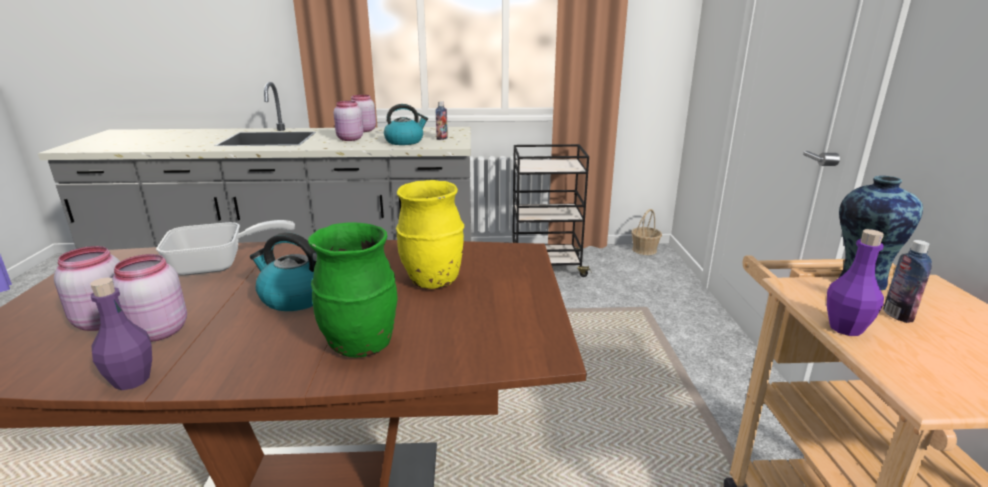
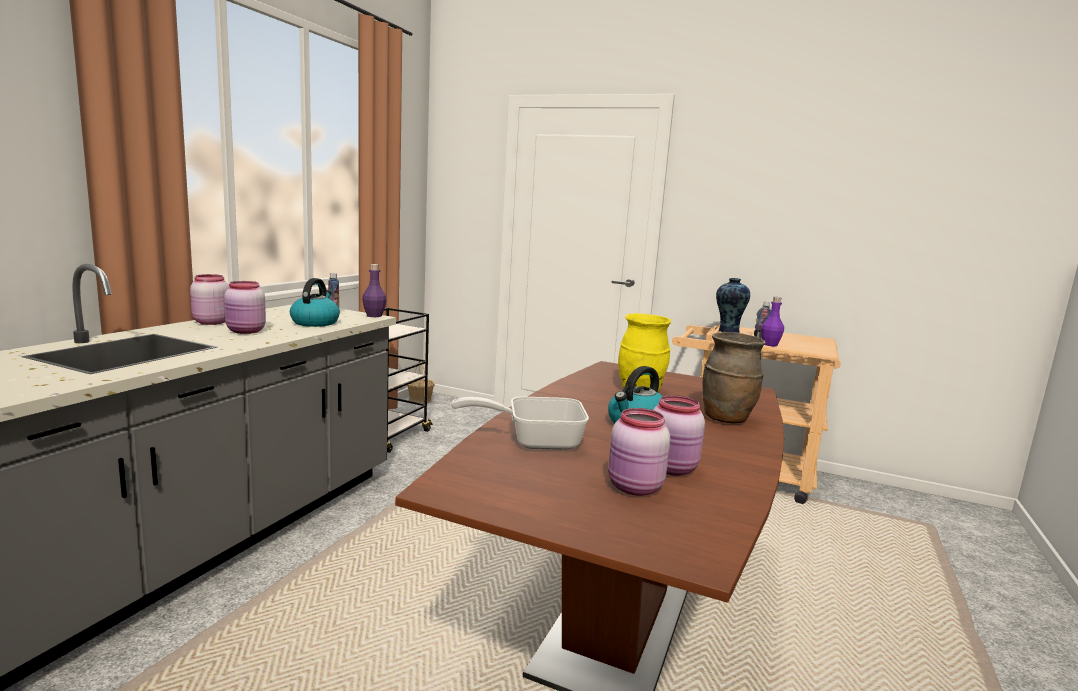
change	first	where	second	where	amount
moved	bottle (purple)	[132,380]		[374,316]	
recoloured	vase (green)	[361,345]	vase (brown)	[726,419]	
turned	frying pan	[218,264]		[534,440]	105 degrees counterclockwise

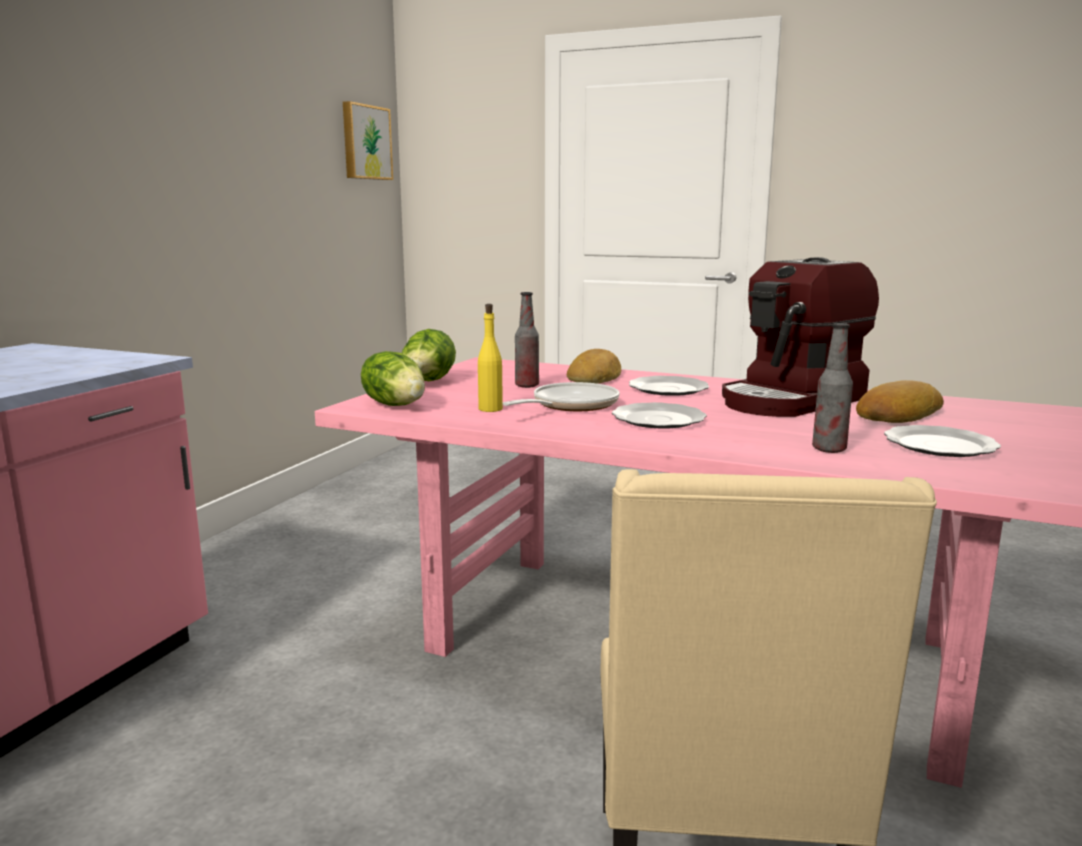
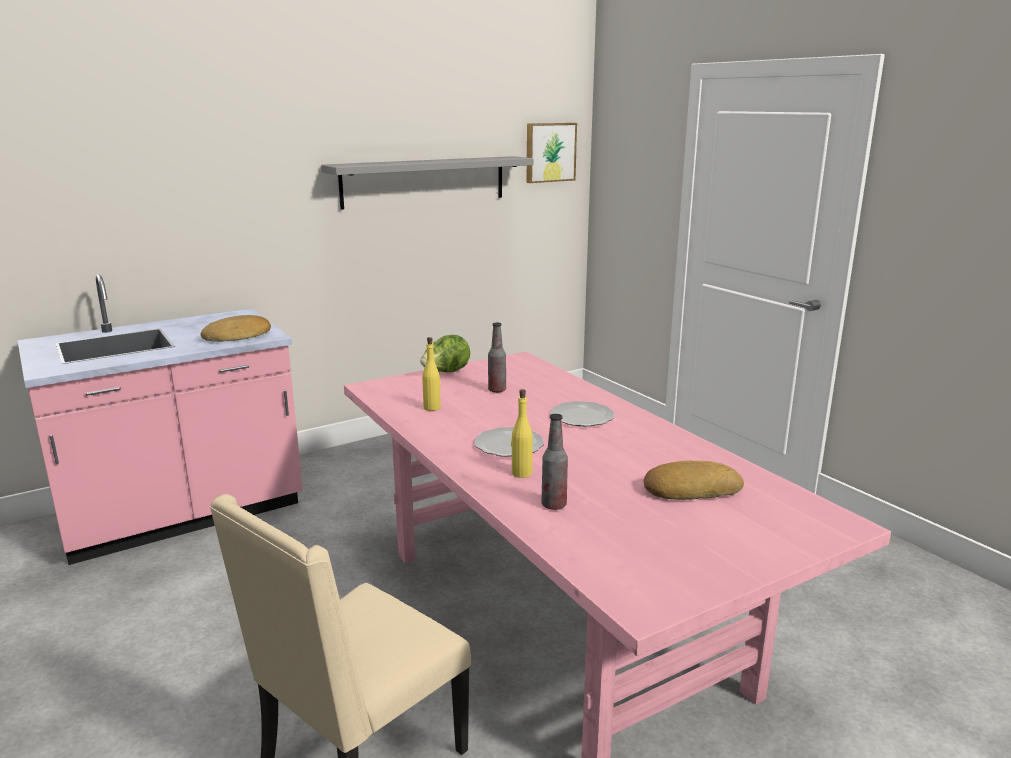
change	first	where	second	where	amount
removed	lettuce	[396,404]			
removed	frying pan	[570,405]			
removed	coffee machine	[792,401]			
removed	plate	[940,446]			
added			shelf (grey)	[424,181]	
added			bottle (yellow)	[521,473]	
moved	bread	[595,377]		[238,336]	

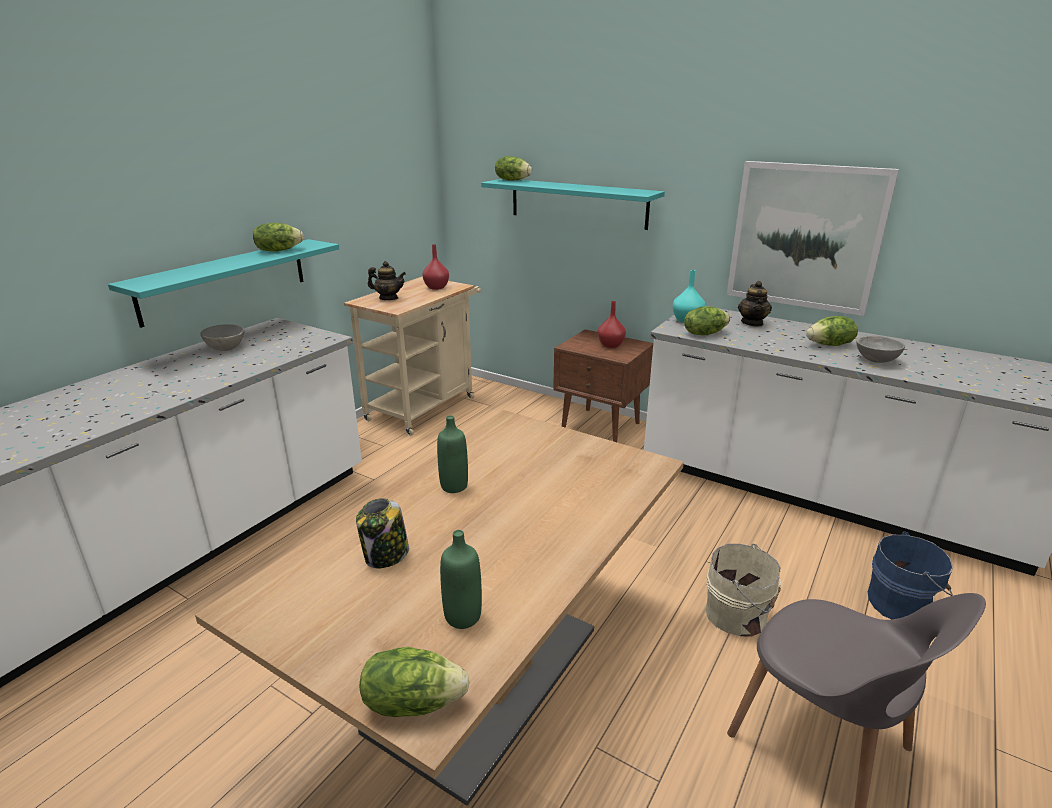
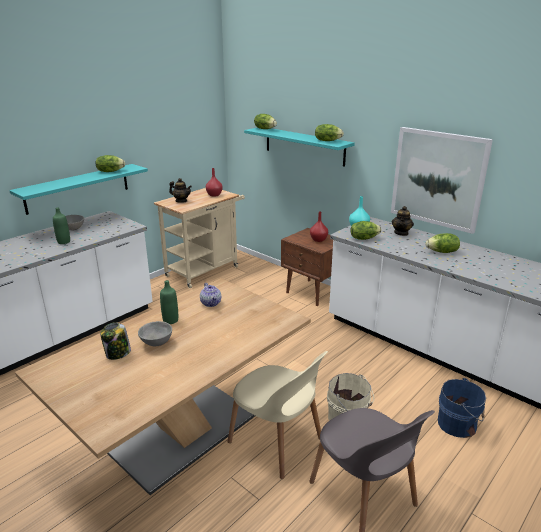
change	first	where	second	where	amount
added			teapot	[211,303]	
added			chair (beige)	[277,442]	
moved	lettuce	[413,702]		[327,141]	
moved	bottle (green)	[462,617]		[64,242]	
moved	bowl (grey)	[876,361]		[156,343]	

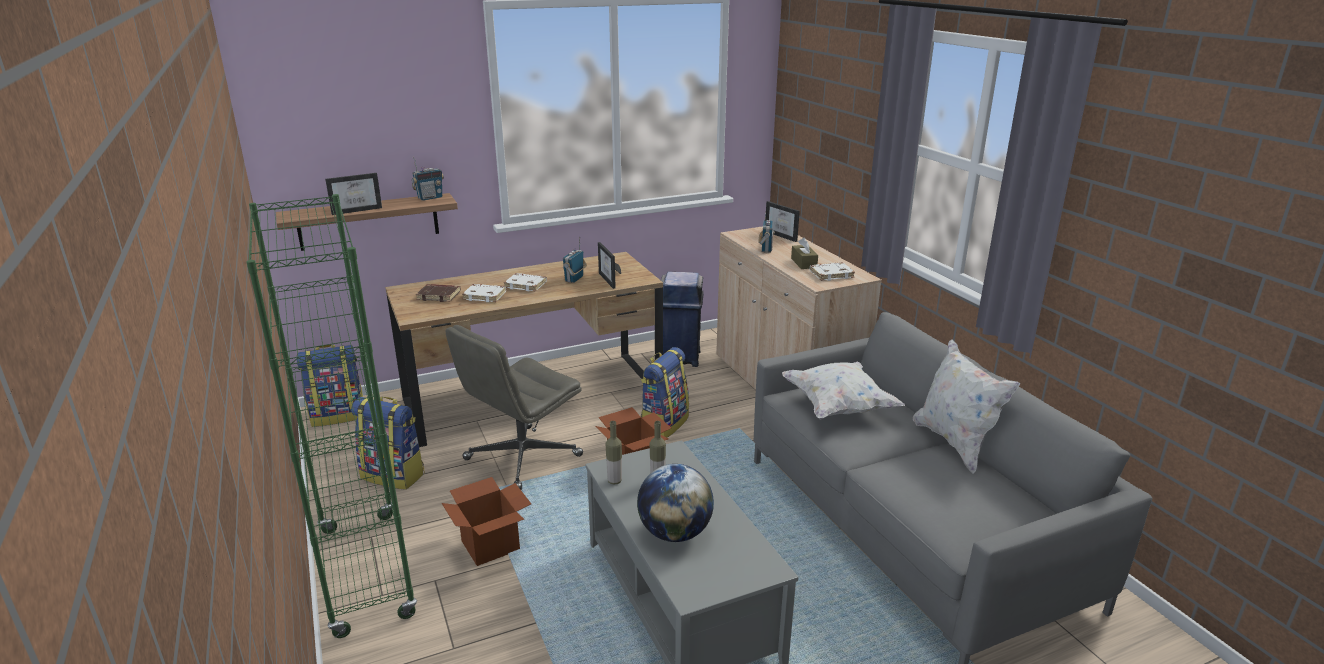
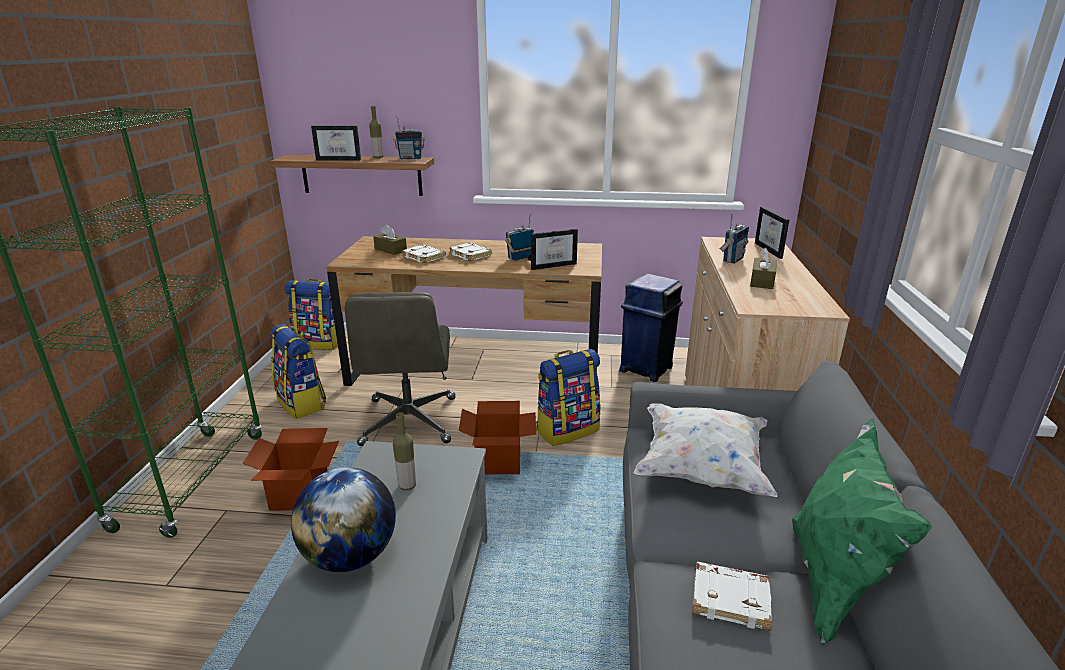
change	first	where	second	where	amount
moved	bottle	[614,481]		[378,157]	
moved	book (white)	[831,274]		[731,598]	
replaced	book (brown)	[439,296]	tissue box (brown)	[390,250]	
recoloured	pillow (white)	[954,443]	pillow (green)	[833,581]	
turned	office chair (grey)	[522,458]		[409,422]	75 degrees counterclockwise
turned	picture frame	[611,280]		[552,265]	120 degrees counterclockwise

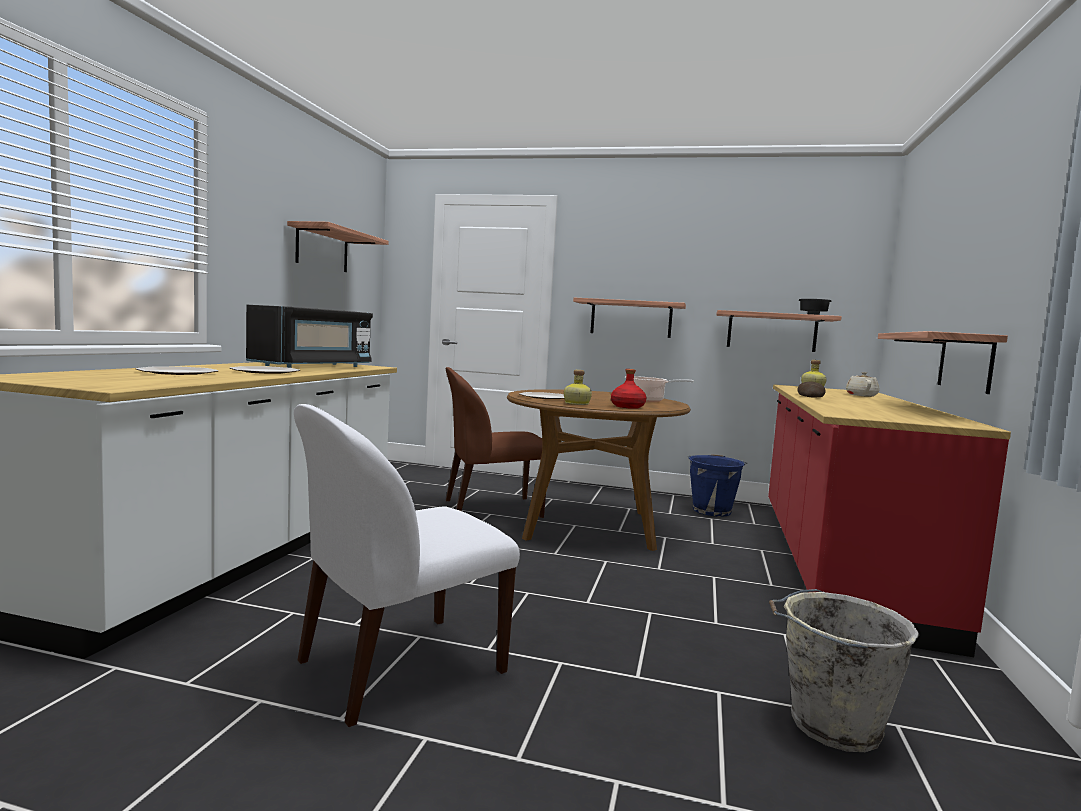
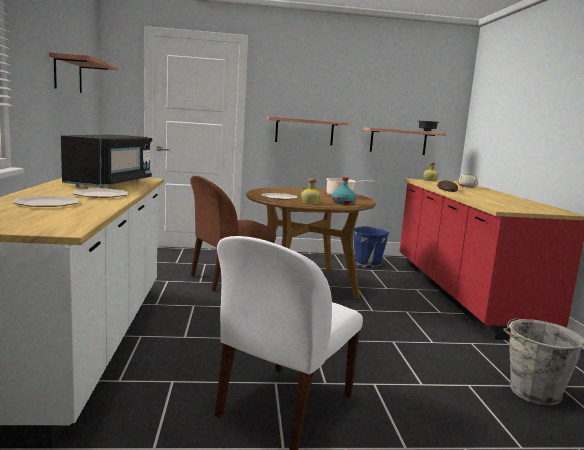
change	first	where	second	where	amount
removed	shelf	[965,362]			
recoloured	bottle (red)	[628,407]	bottle (turquoise)	[343,203]	

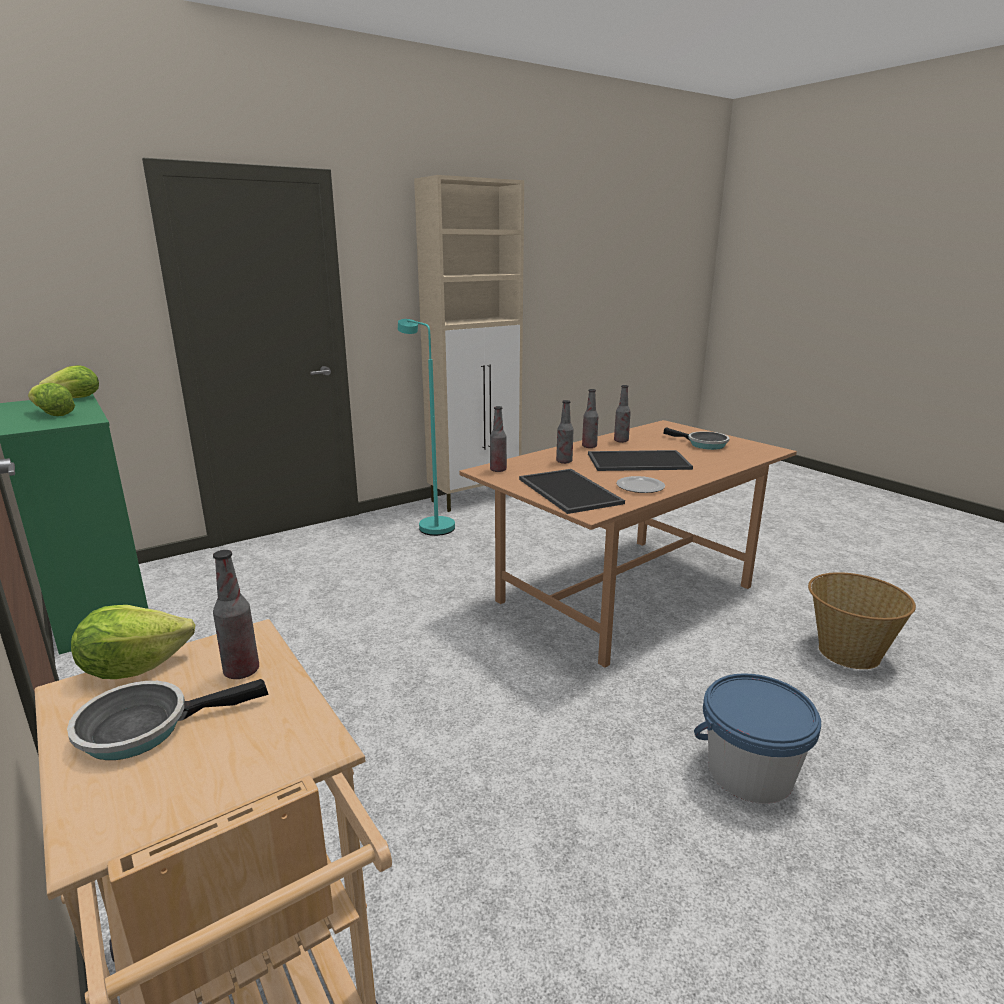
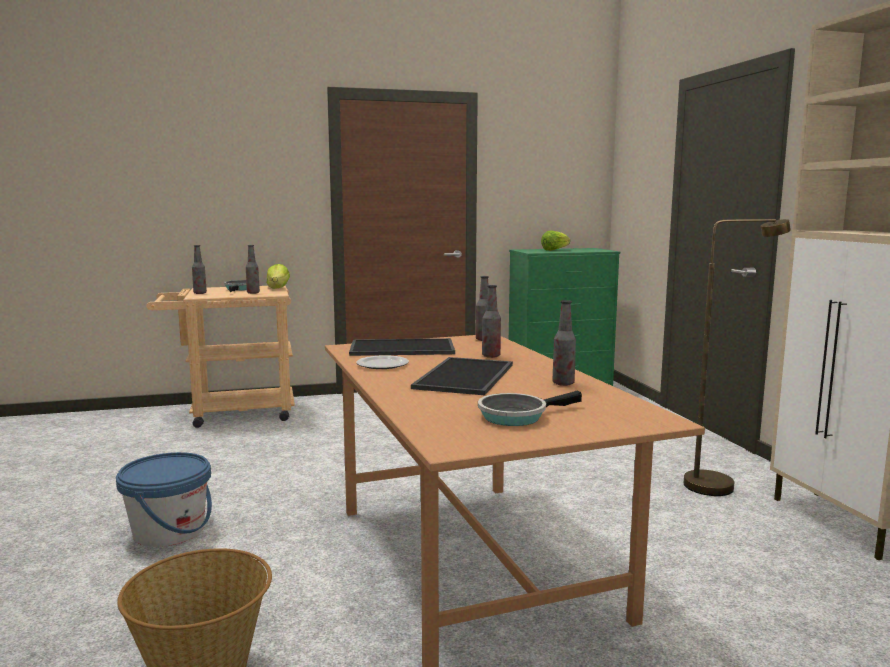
change	first	where	second	where	amount
removed	lettuce	[76,398]			
moved	bottle	[589,446]		[200,293]	
recoloured	floor lamp (turquoise)	[431,525]	floor lamp (brown)	[719,484]	

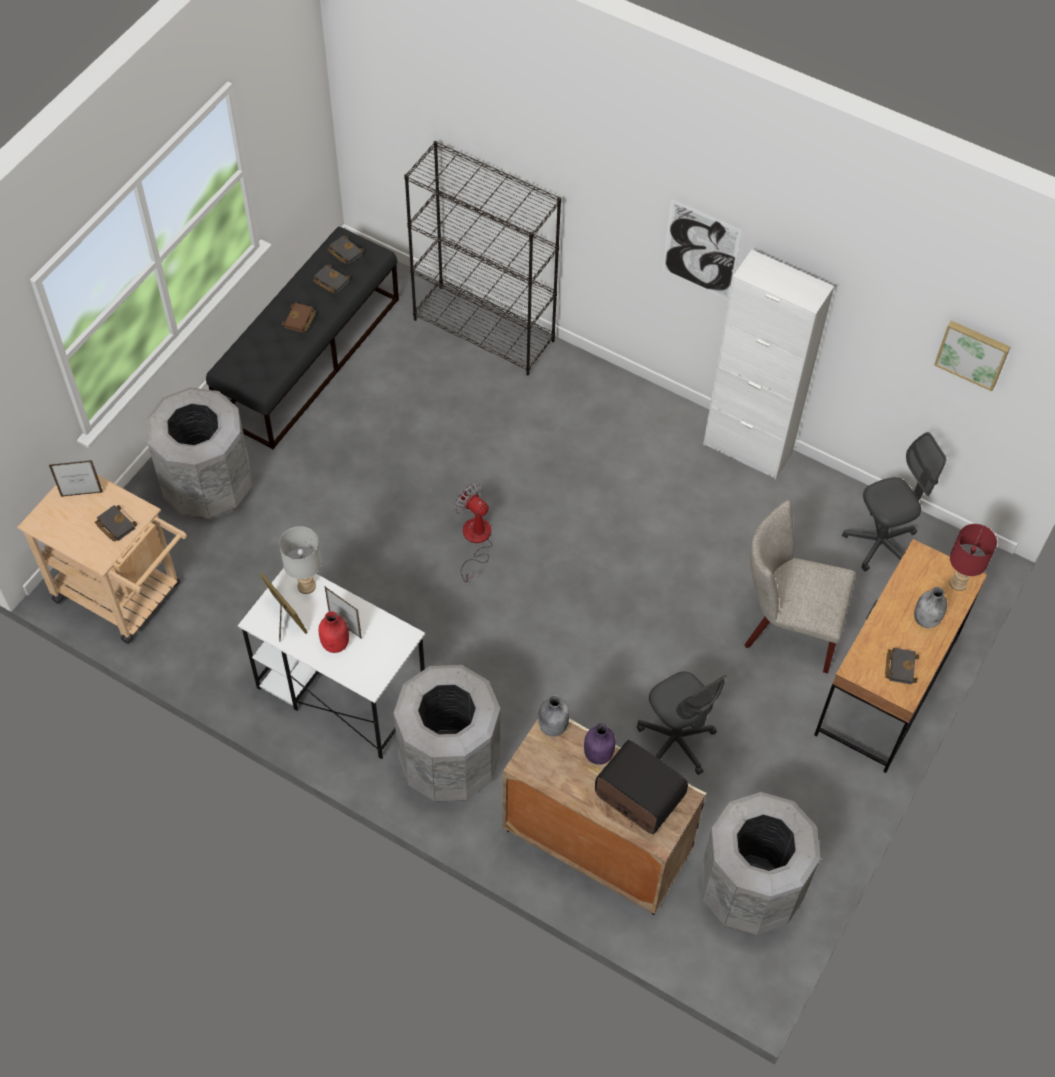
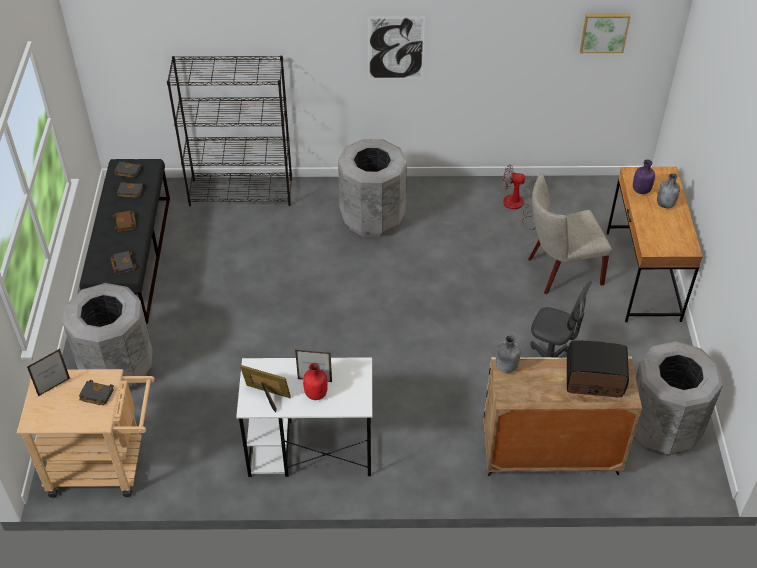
change	first	where	second	where	amount
removed	table lamp (grey)	[306,585]			
removed	cabinet (white)	[747,449]			
removed	office chair (grey)	[880,544]			
removed	table lamp (red)	[957,583]			
moved	trash can (grey)	[449,763]		[372,218]	
moved	fan	[475,540]		[517,207]	
moved	bottle (purple)	[598,753]		[641,190]	
moved	book (black)	[900,666]		[122,264]	

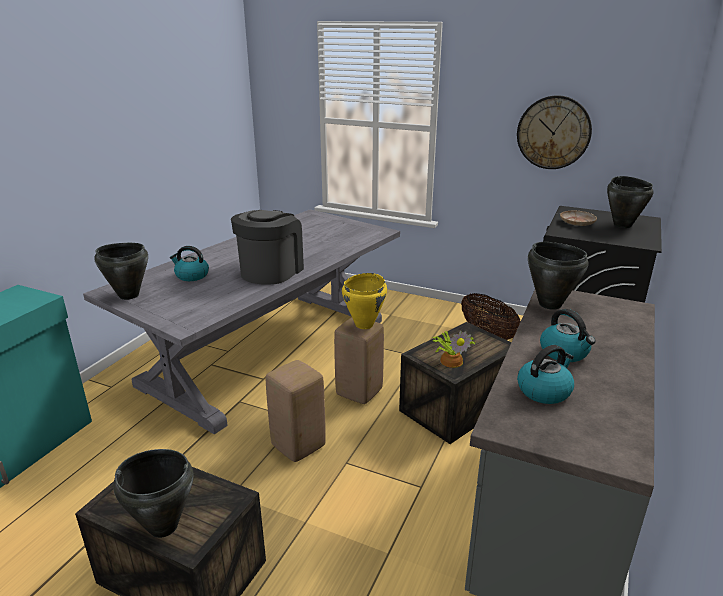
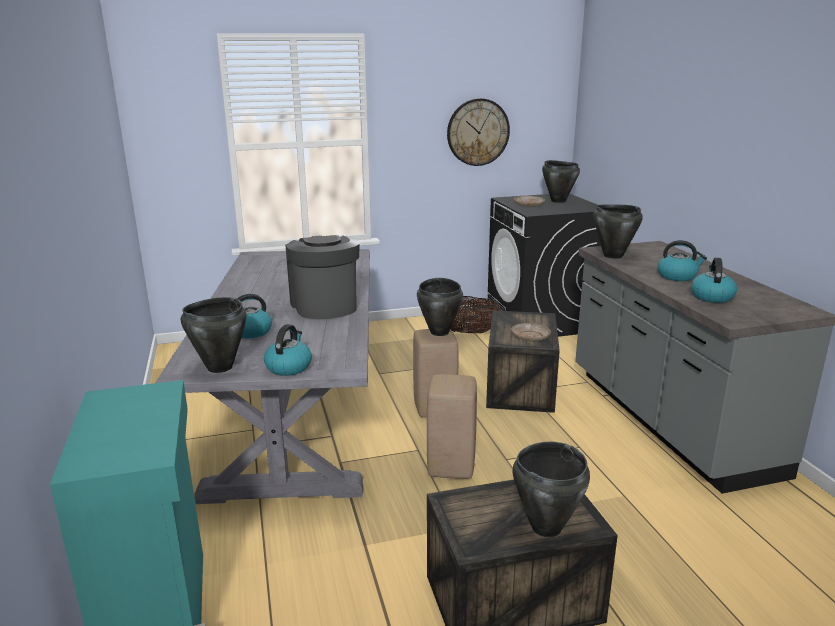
change	first	where	second	where	amount
added			kettle	[289,367]	
replaced	potted plant	[452,360]	plate (beige)	[530,337]	
recoloured	cooking pot (yellow)	[364,325]	cooking pot (black)	[440,332]	

